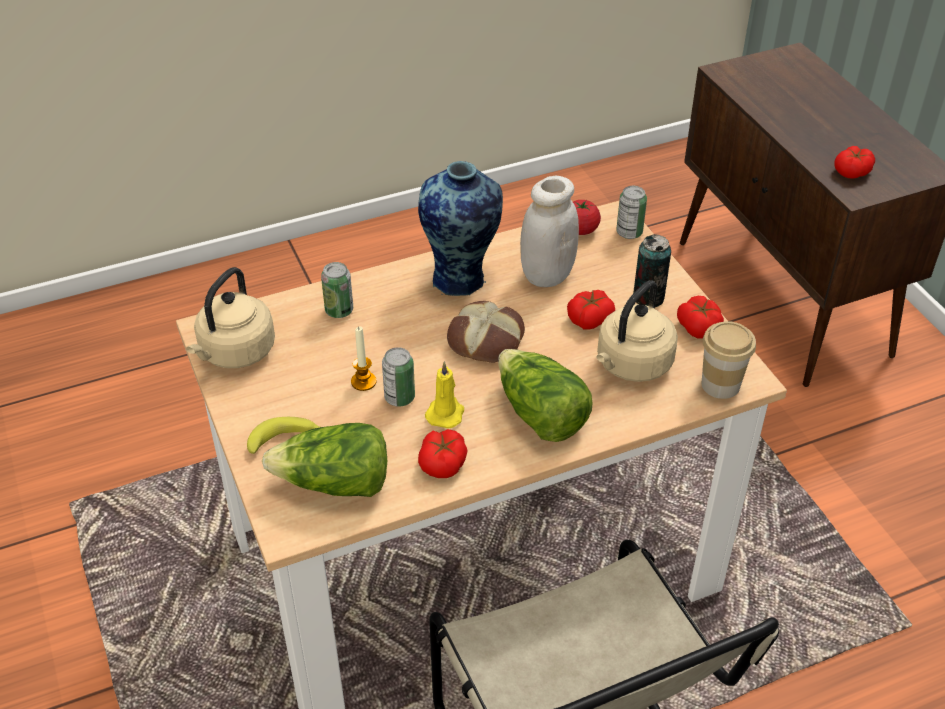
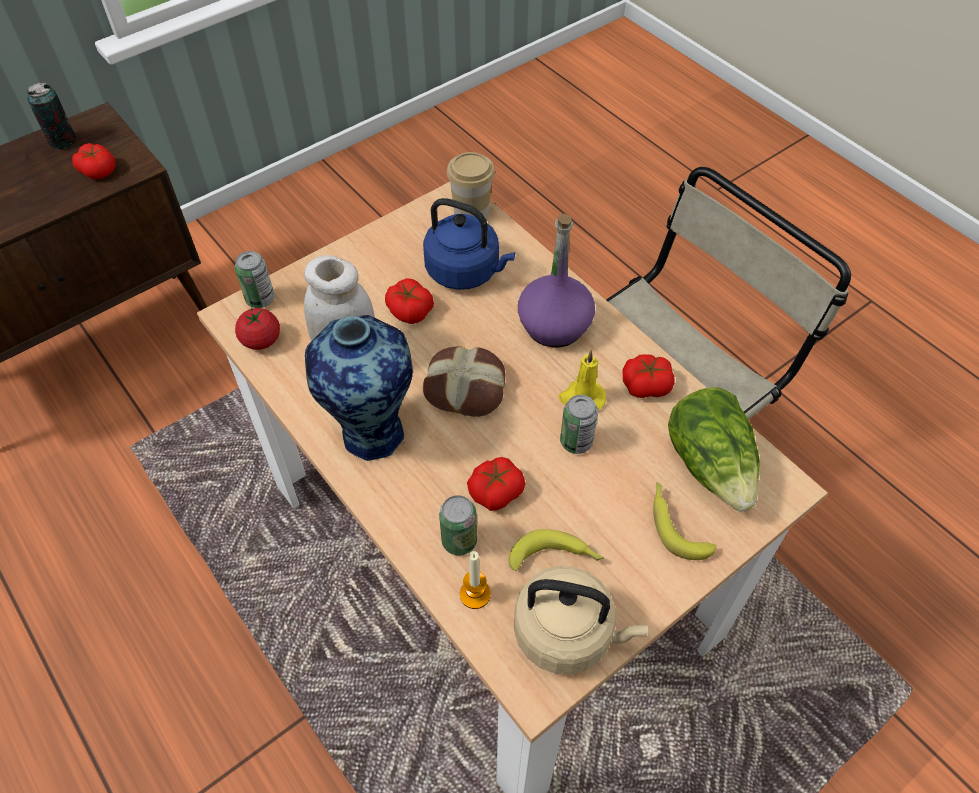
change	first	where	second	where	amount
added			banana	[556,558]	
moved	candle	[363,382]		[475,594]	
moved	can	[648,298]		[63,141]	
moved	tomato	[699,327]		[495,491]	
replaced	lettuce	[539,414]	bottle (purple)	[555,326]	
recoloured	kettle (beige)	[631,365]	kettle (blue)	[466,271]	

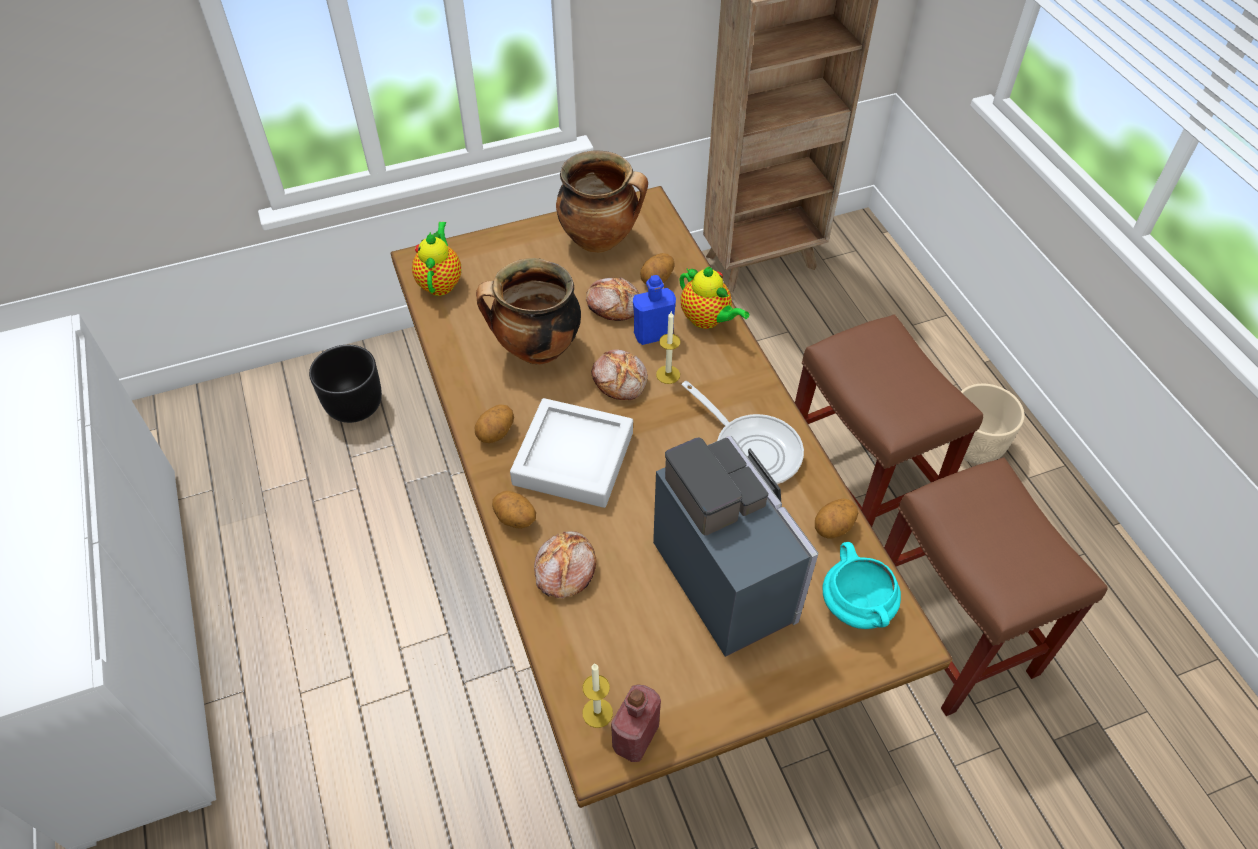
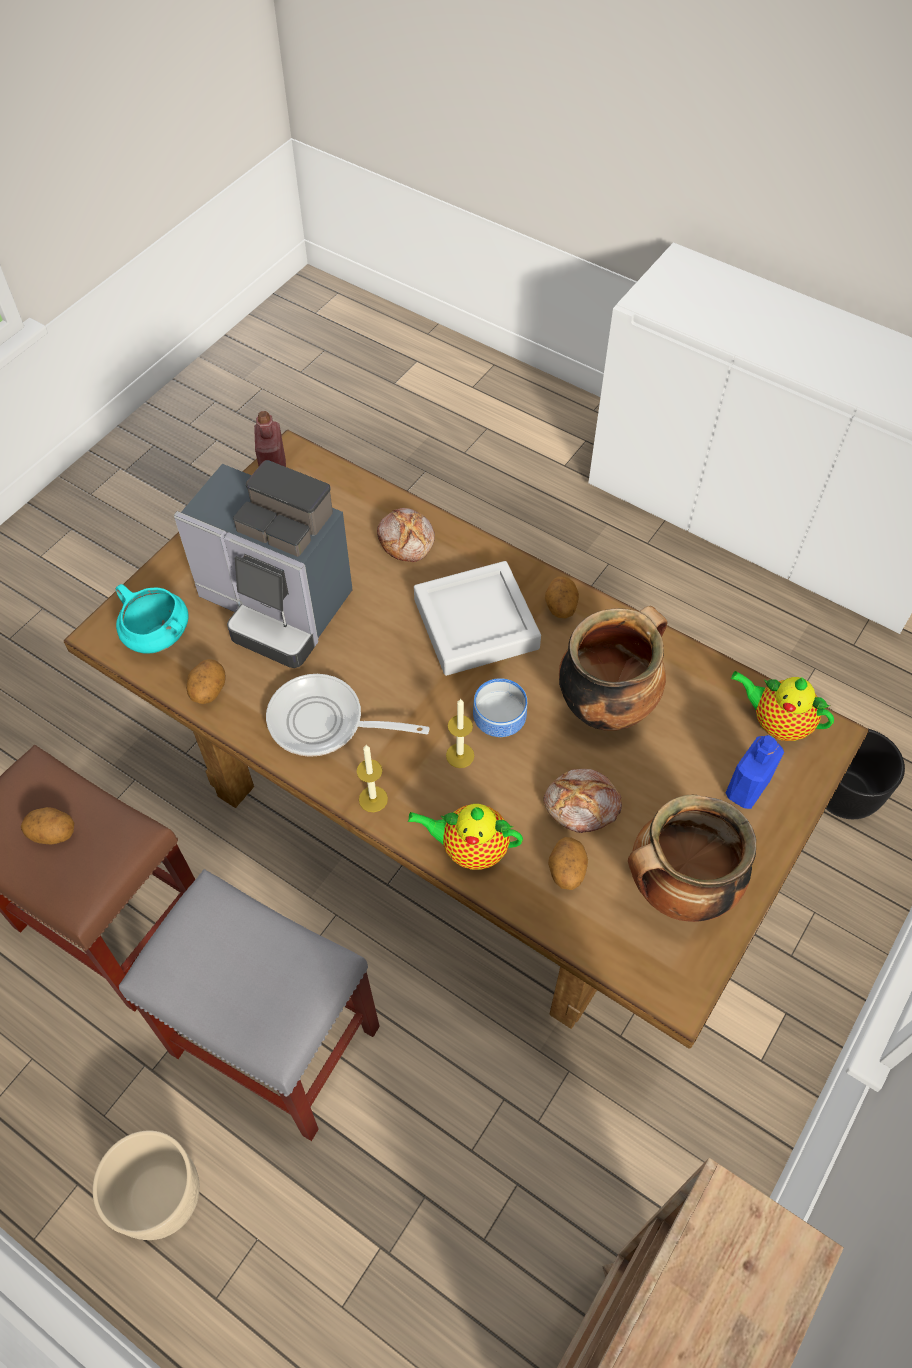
change	first	where	second	where	amount
moved	potato	[515,519]		[53,833]	
moved	candle	[597,713]		[373,799]	
moved	bottle (blue)	[653,335]		[746,788]	
replaced	bread	[620,380]	bowl	[500,722]	
recoloured	stool (brown)	[861,485]	stool (grey)	[272,1039]	
turned	teapot	[440,282]		[776,723]	150 degrees clockwise

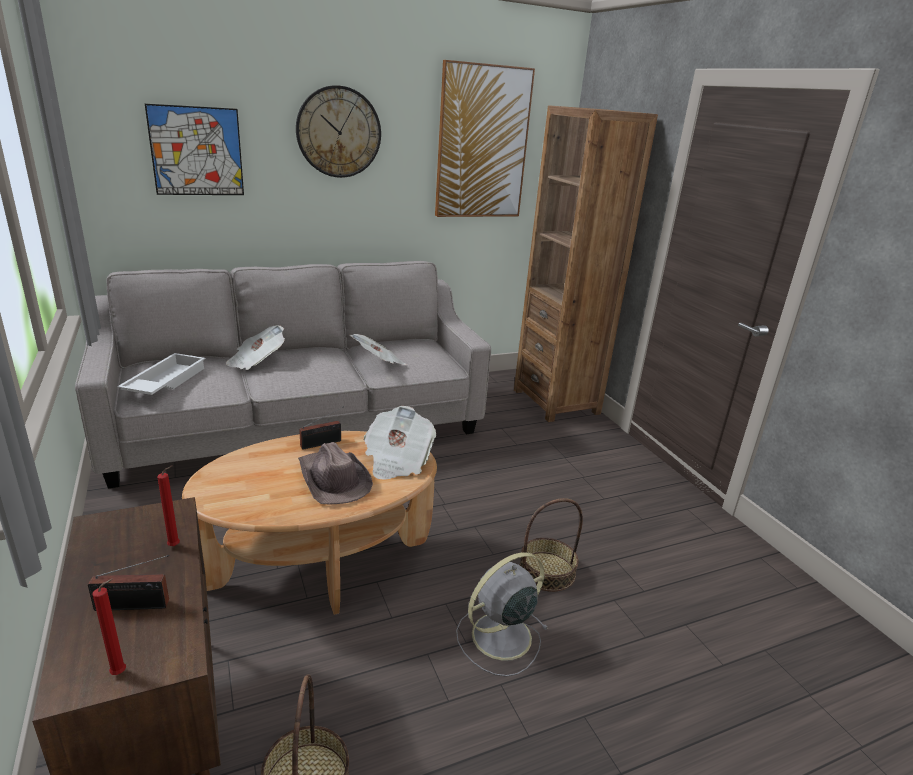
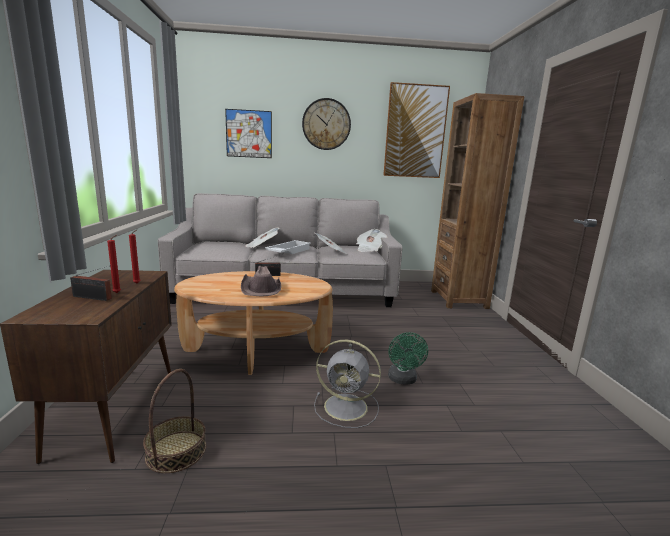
change	first	where	second	where	amount
moved	candle (red)	[121,672]		[118,293]	
moved	tray (white)	[164,381]		[288,251]	
moved	newspaper	[397,460]		[369,249]	
replaced	basket	[547,571]	fan (green)	[403,380]	
turned	fan (grey)	[499,637]		[347,407]	150 degrees counterclockwise

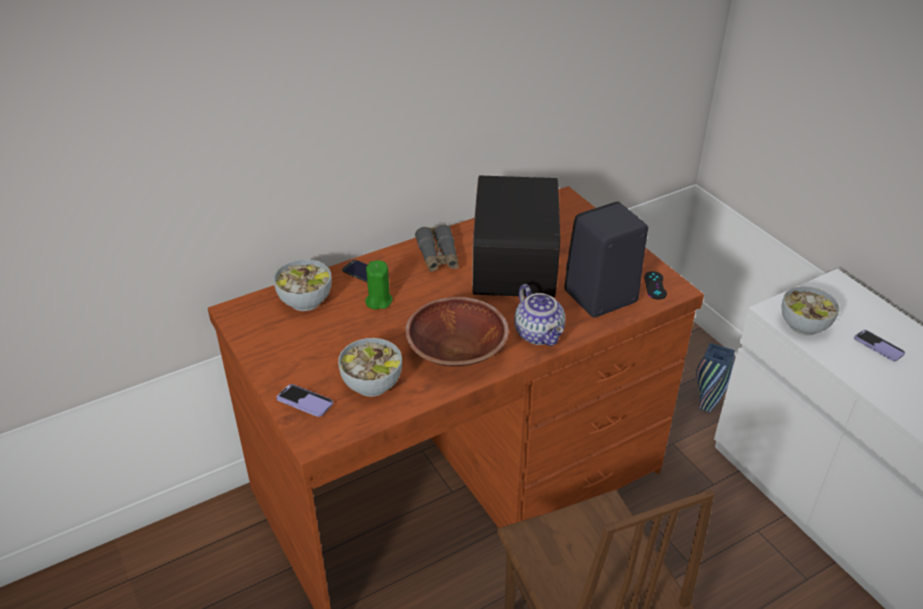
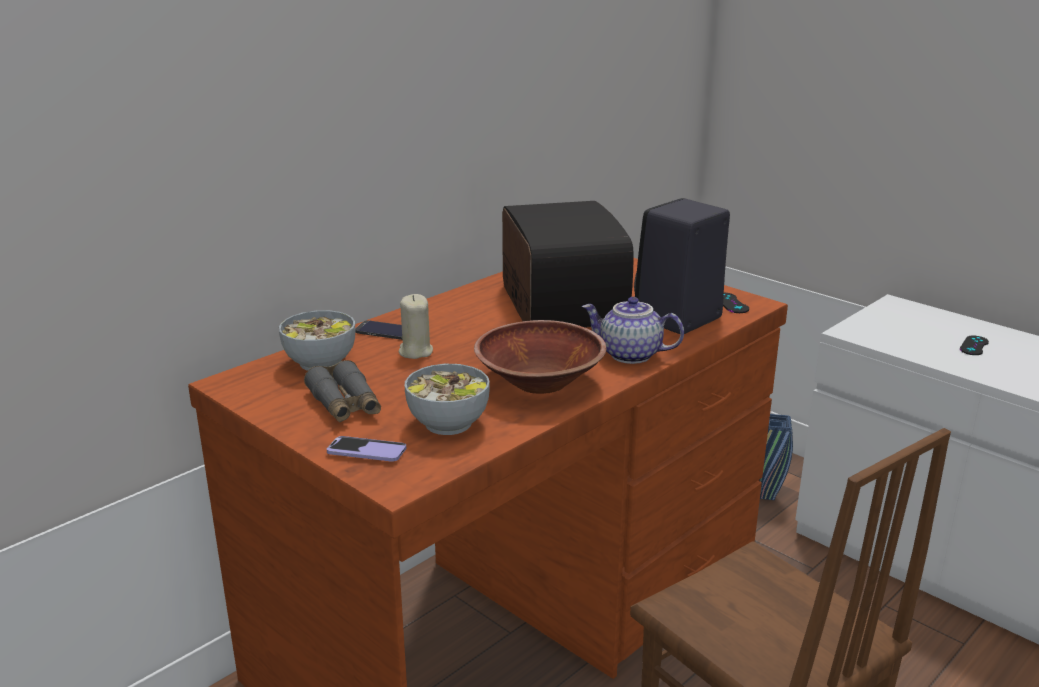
change	first	where	second	where	amount
removed	bowl	[804,326]			
moved	binoculars (grey)	[438,256]		[345,404]	
replaced	phone	[878,346]	game controller (black)	[974,346]	
recoloured	candle (green)	[378,301]	candle (beige)	[415,351]	
turned	teapot	[540,334]		[629,355]	150 degrees clockwise

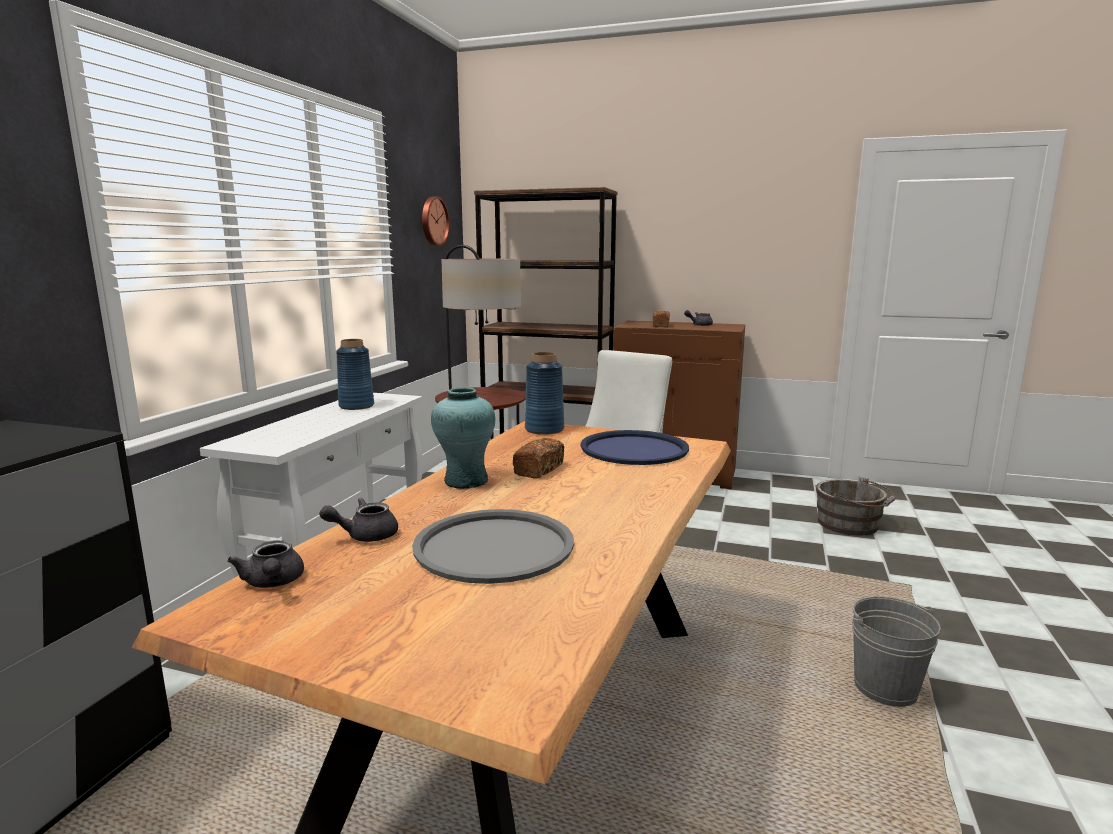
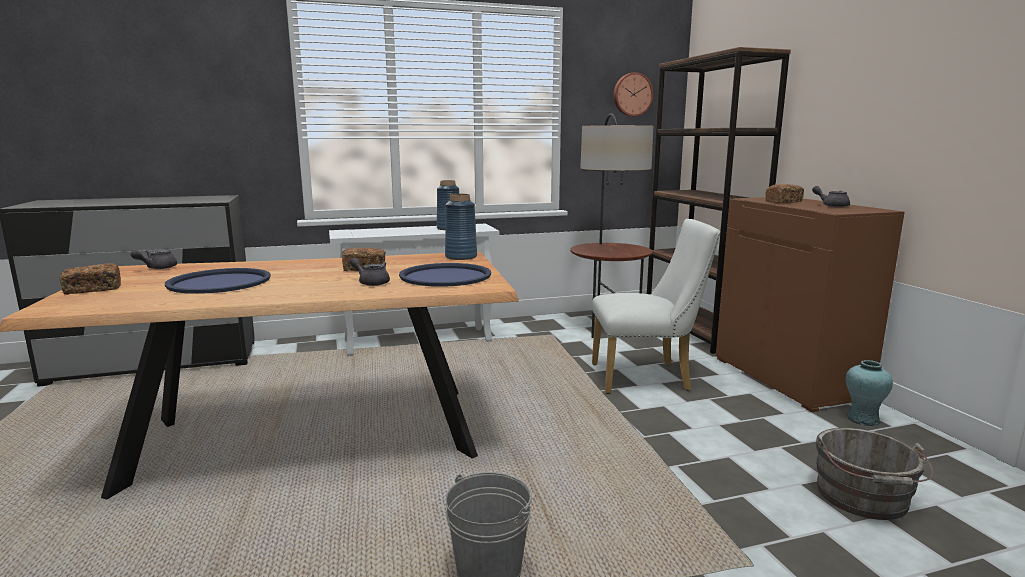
change	first	where	second	where	amount
added			bread	[93,290]	
moved	teapot (grey)	[365,535]		[371,282]	
moved	vase (turquoise)	[465,481]		[862,419]	
recoloured	tray (grey)	[494,547]	tray (blue)	[219,282]	

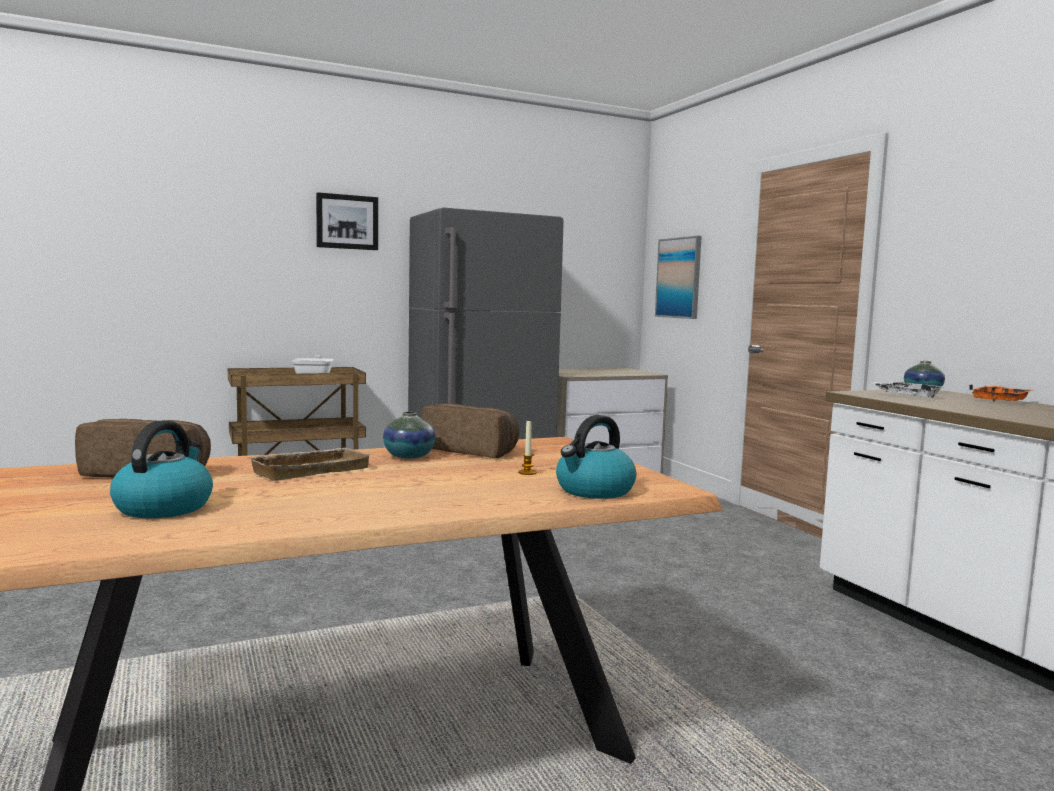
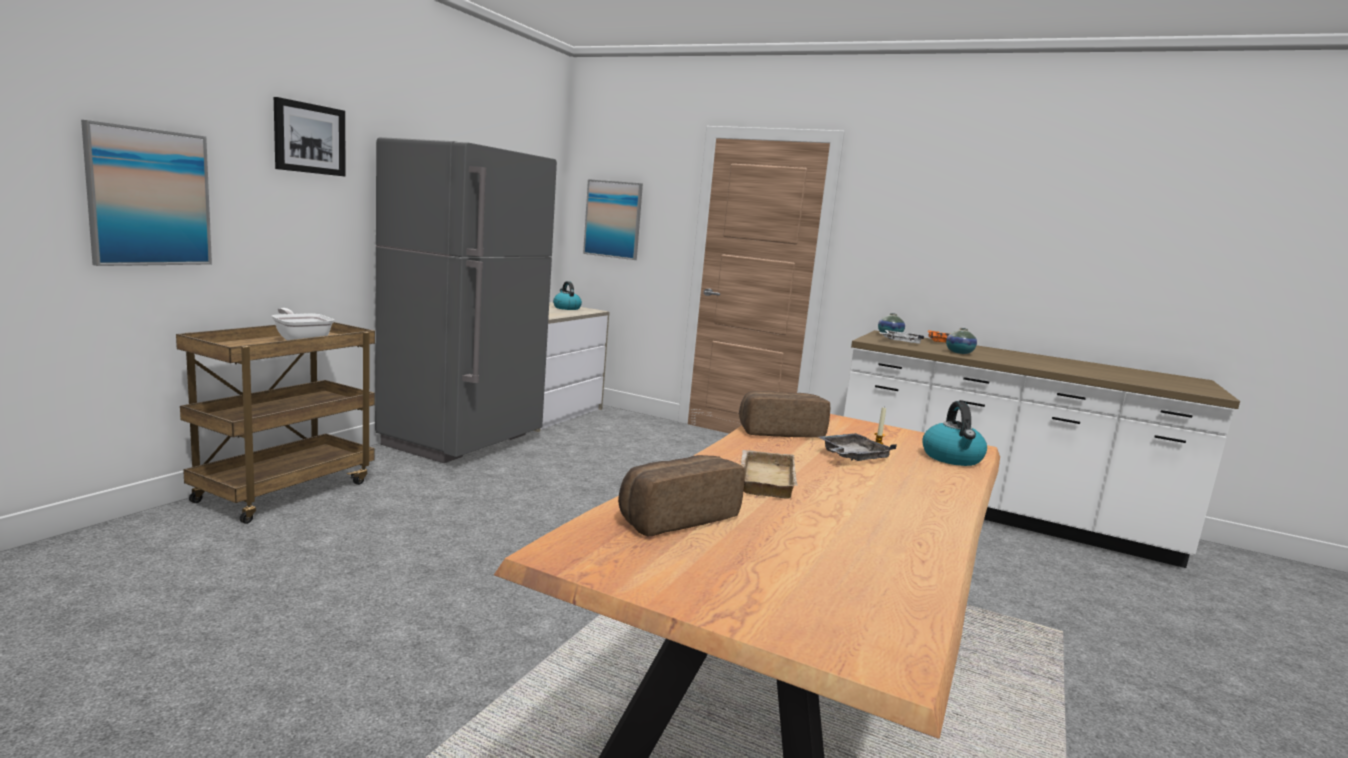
change	first	where	second	where	amount
added			picture	[149,197]	
added			tray (grey)	[852,457]	
moved	kettle	[164,507]		[566,308]	
moved	vase	[409,456]		[959,353]	

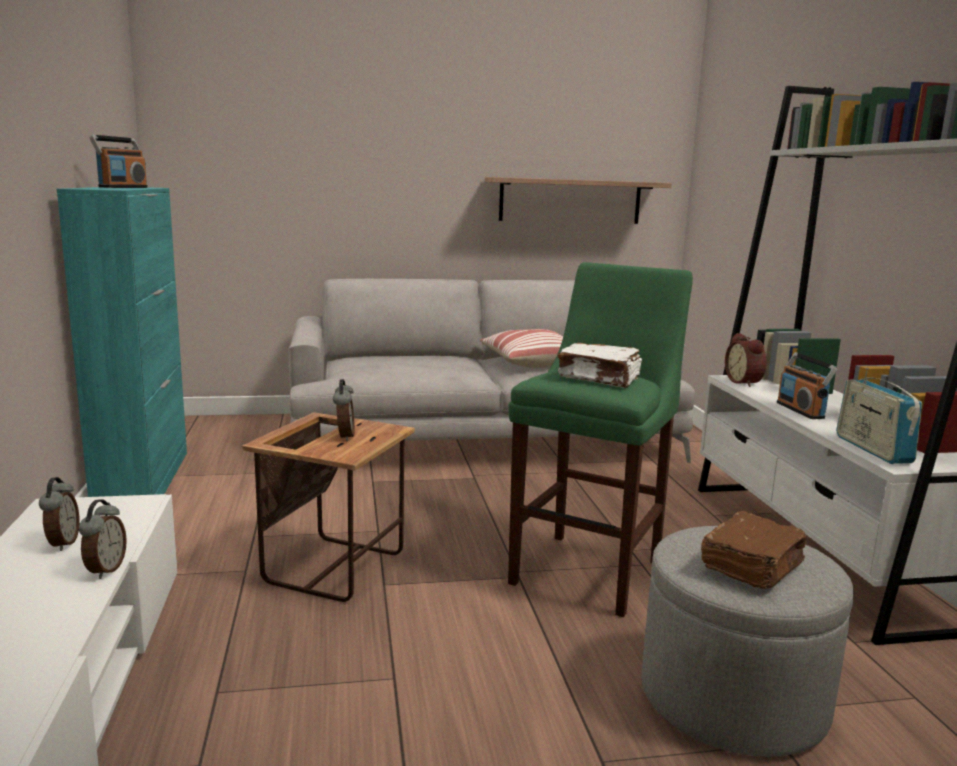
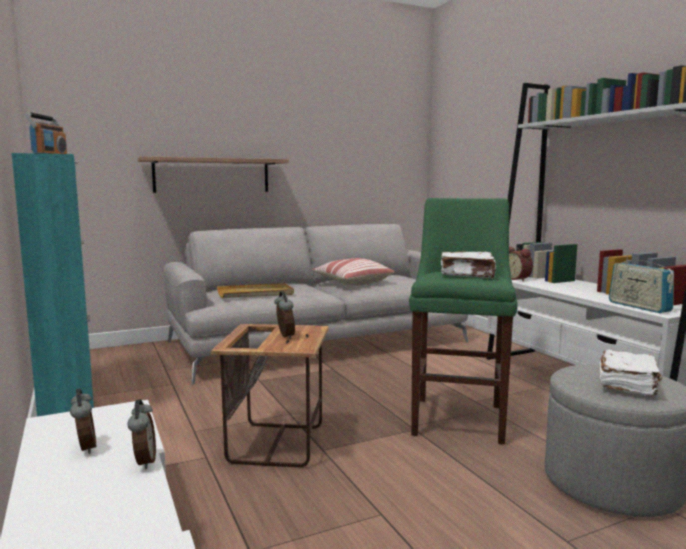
change	first	where	second	where	amount
removed	radio	[800,410]			
added			tray (beige)	[255,294]	
moved	shelf	[570,201]		[212,175]	
recoloured	book (brown)	[753,567]	book (white)	[628,385]	

